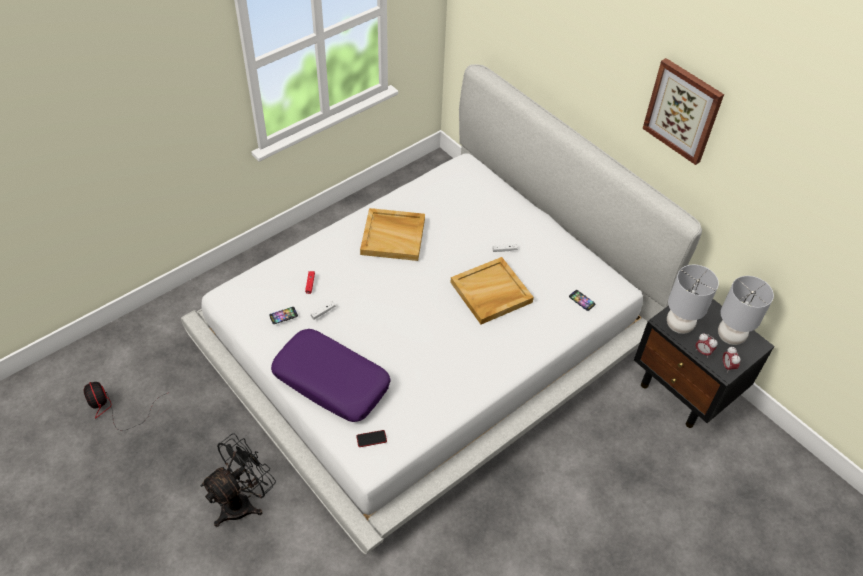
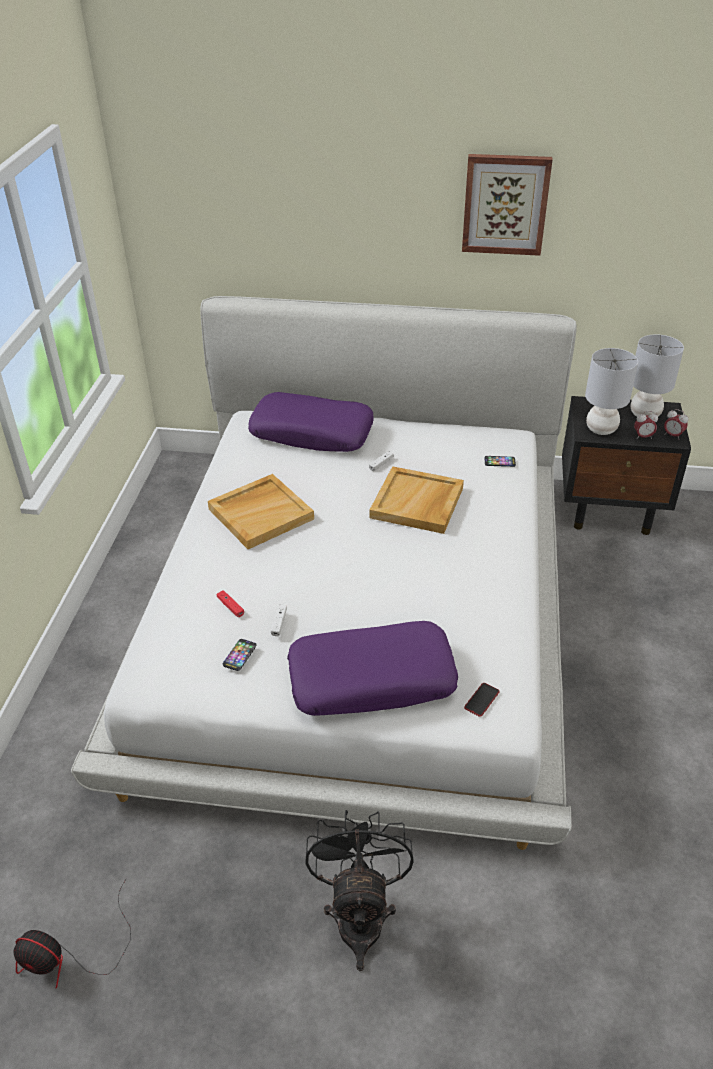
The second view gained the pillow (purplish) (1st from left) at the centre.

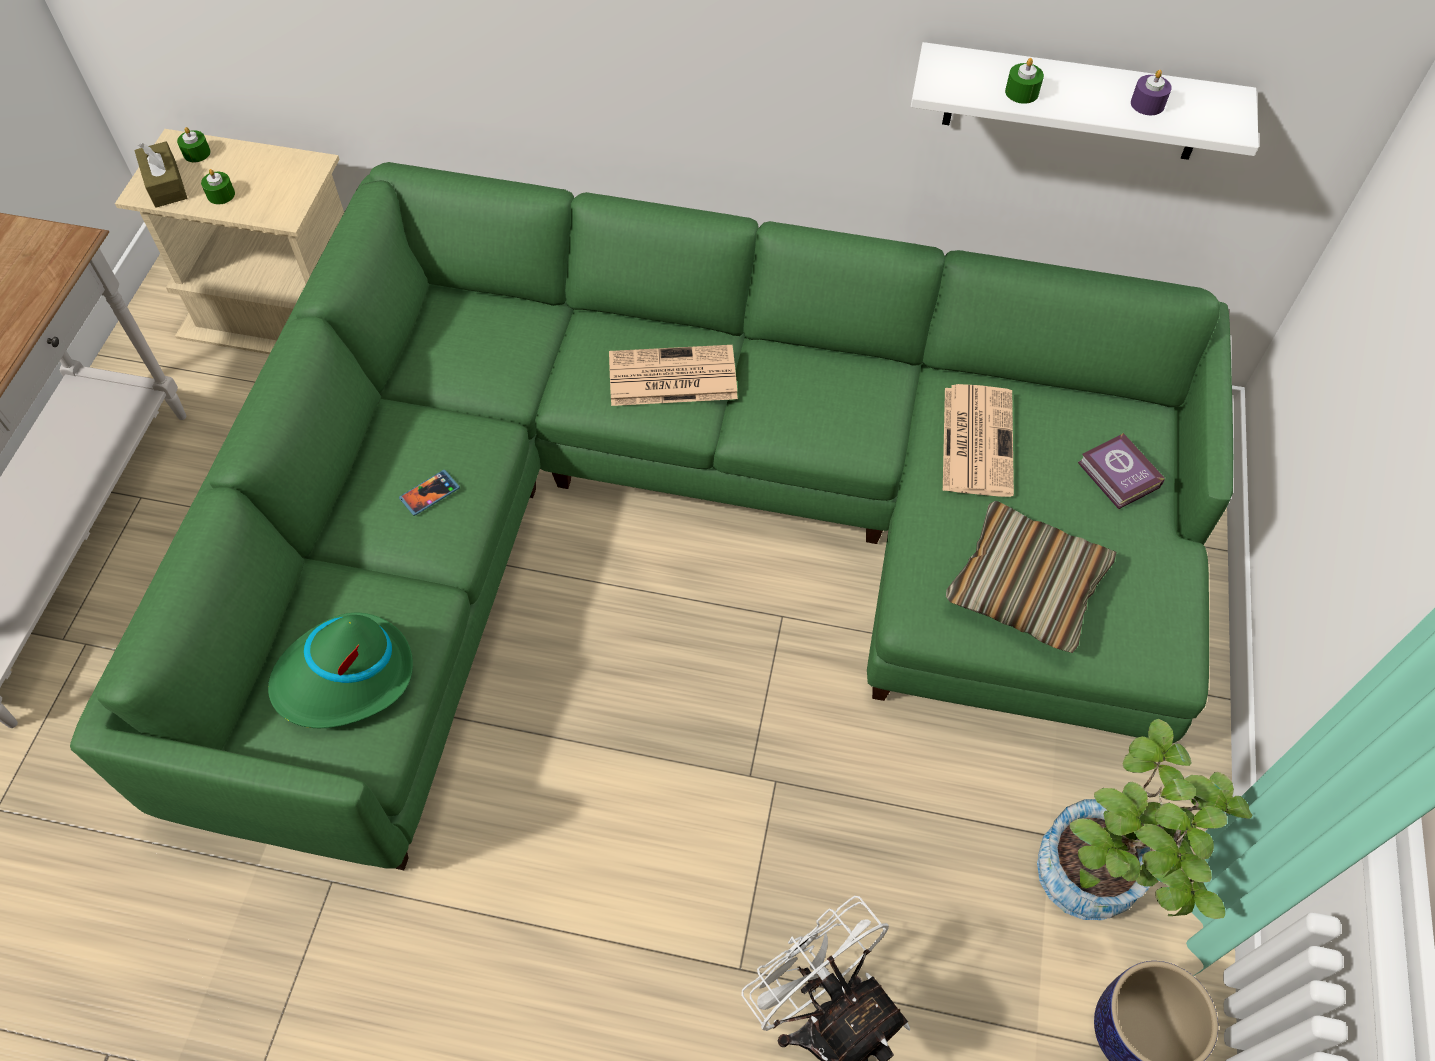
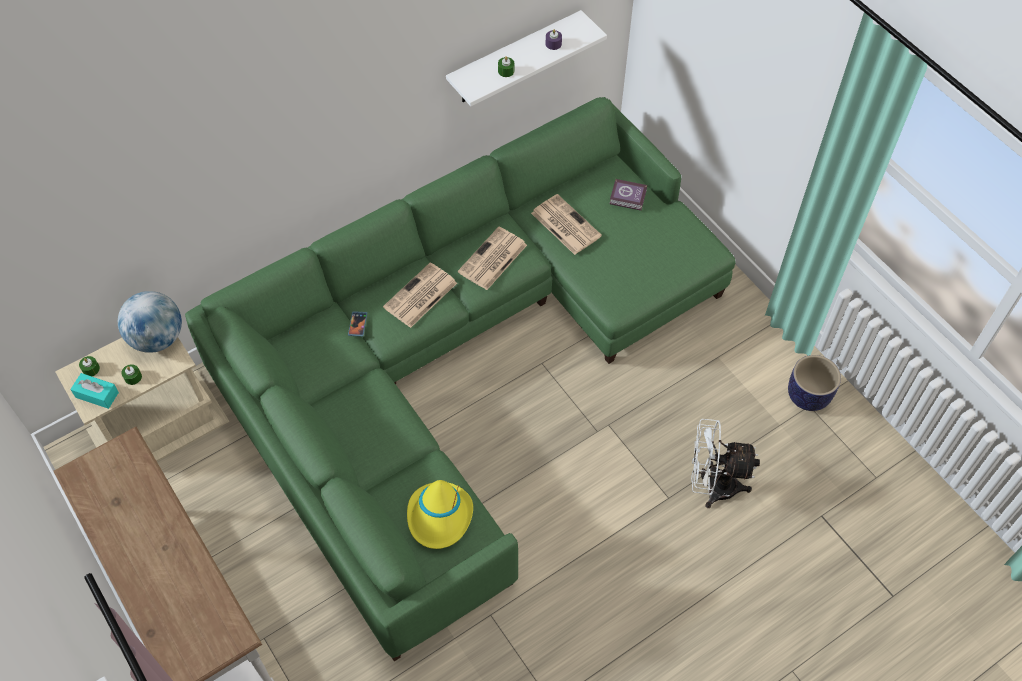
What was the box of tissues (brown) at the top left turned into the box of tissues (turquoise) at the middle left.
What was the clothing hat (green) at the middle left turned into the clothing hat (yellow) at the bottom centre.
The phone ended up elsewhere, having gone from the middle left to the centre.
The second view lost the pillow at the middle right.
The second view lost the houseplant at the bottom right.
The second view gained the world globe at the middle left.
The second view gained the newspaper (2nd from left) at the centre.

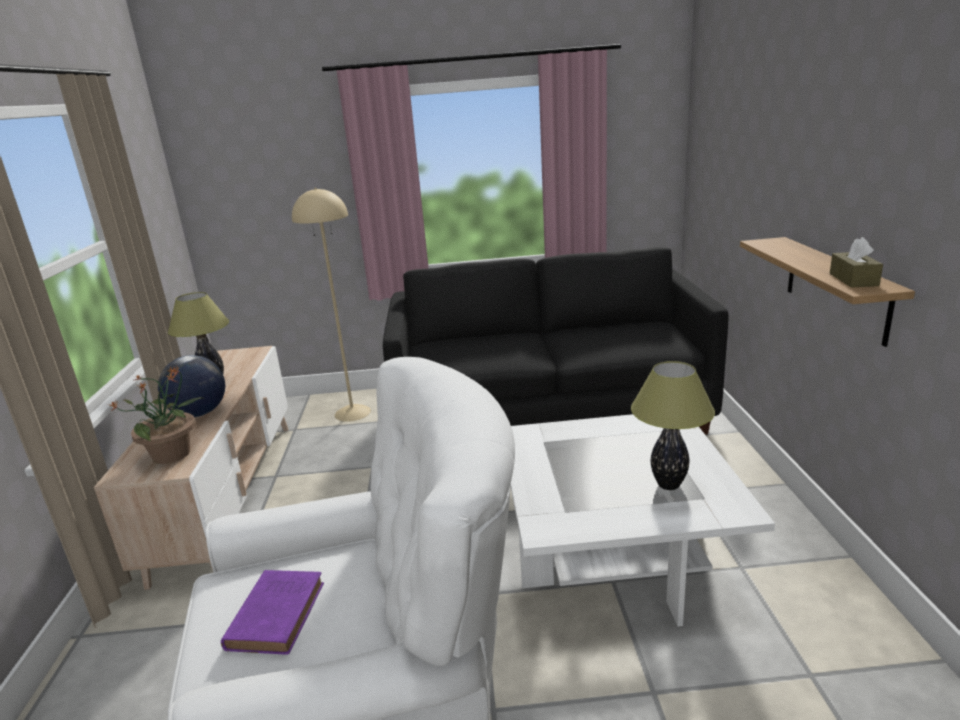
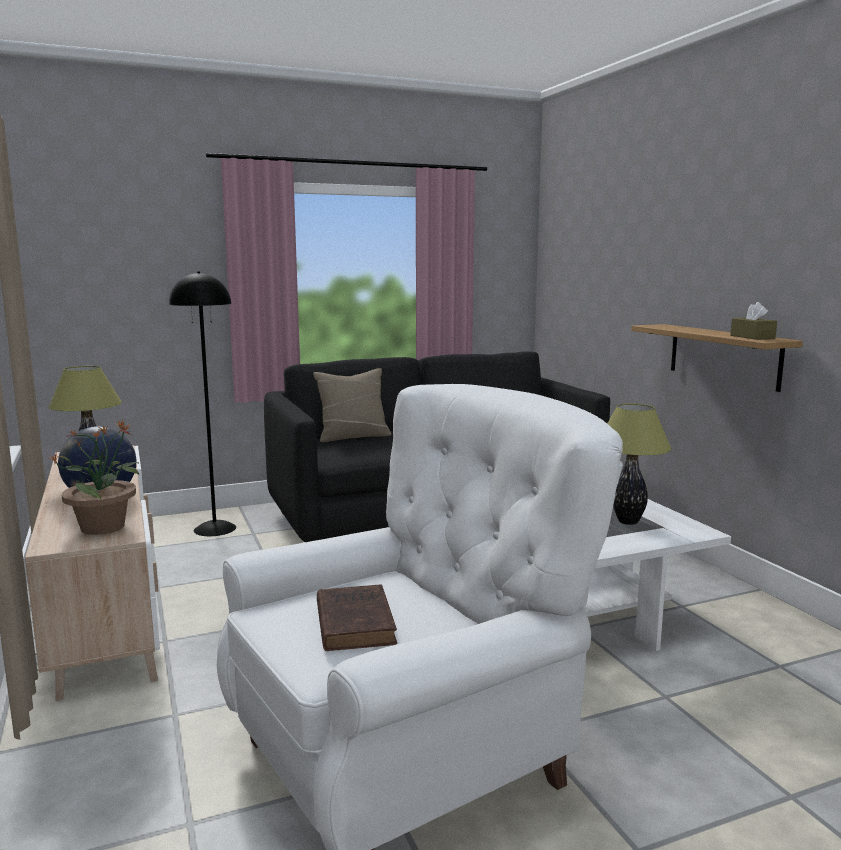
What was the volume (purplish) at the bottom left turned into the volume (brown) at the bottom centre.
What was the standing lamp (beige-coloured) at the centre turned into the standing lamp (blackish) at the middle left.
The second view gained the pillow (beige-coloured) at the centre.

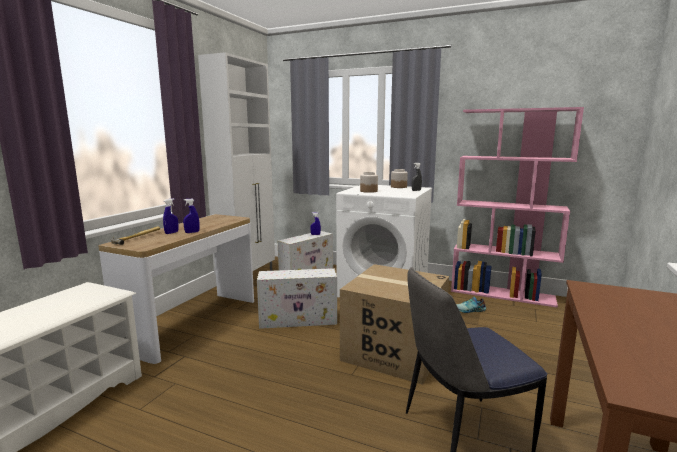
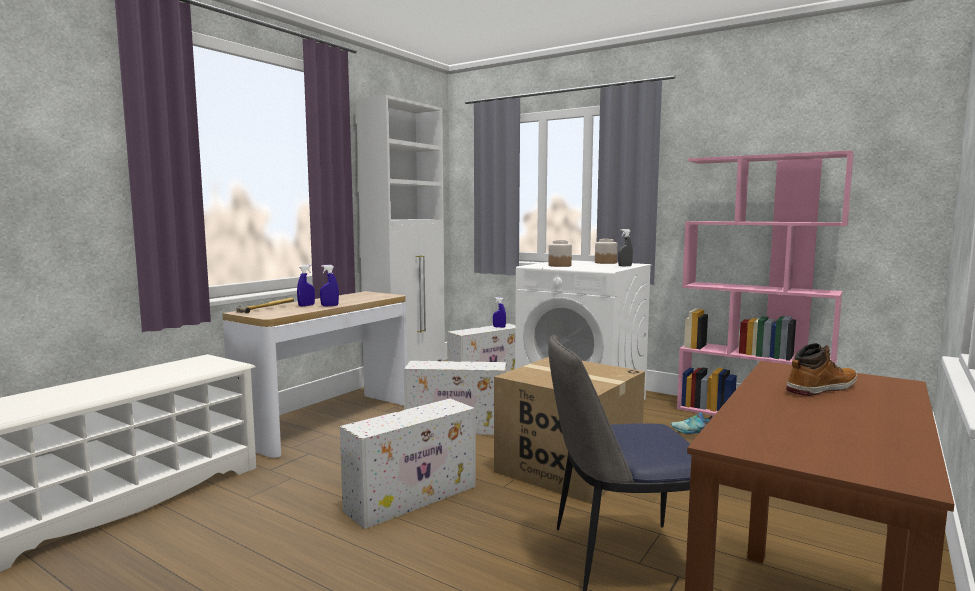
The second view gained the storage container (white-coloured) (1st from left) at the bottom centre.
The second view gained the high-top boot at the middle right.

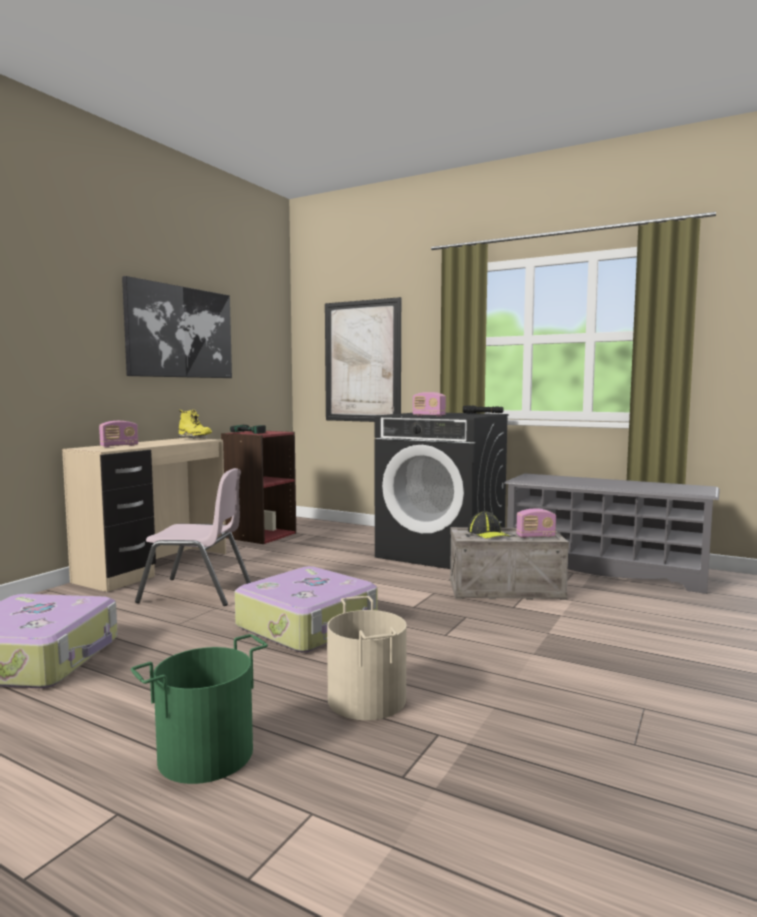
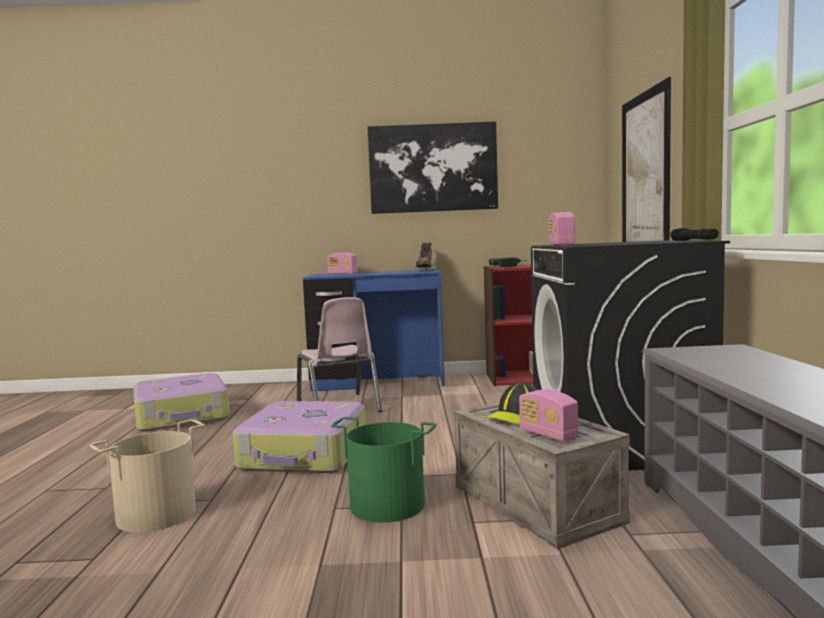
What was the desk table (beige-coloured) at the middle left turned into the desk table (blue) at the centre.
The water bucket (green) ended up elsewhere, having gone from the bottom left to the bottom centre.
What was the high-top boot (yellow) at the middle left turned into the high-top boot (brown) at the centre.

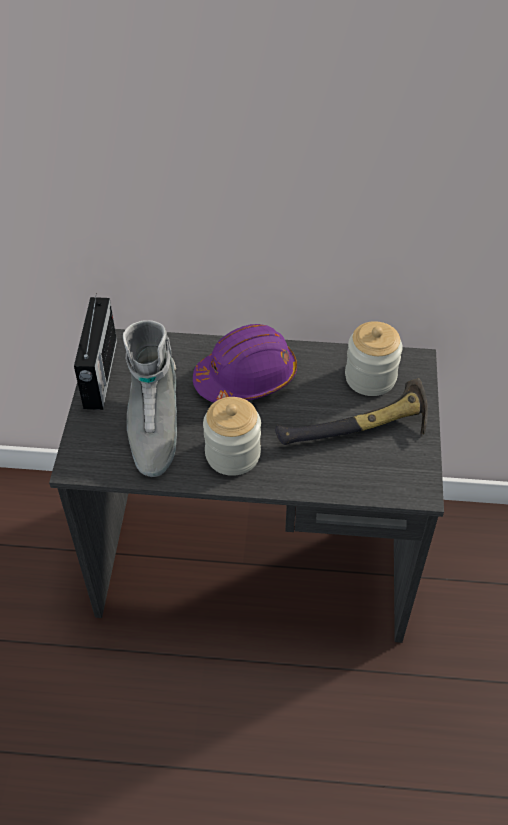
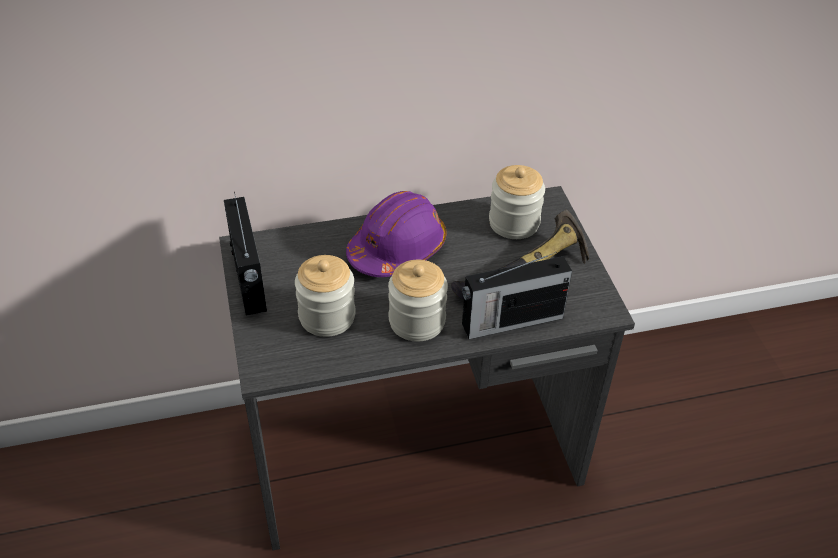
Where the high-top boot (grey) stood at the middle left, the jar (1st from left) came to stand at the centre.
The second view gained the radio (2nd from left) at the centre.

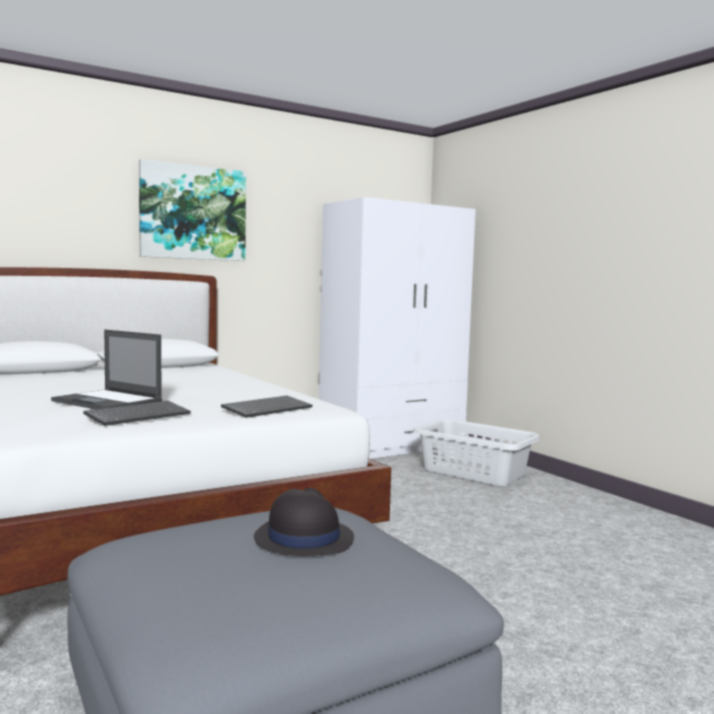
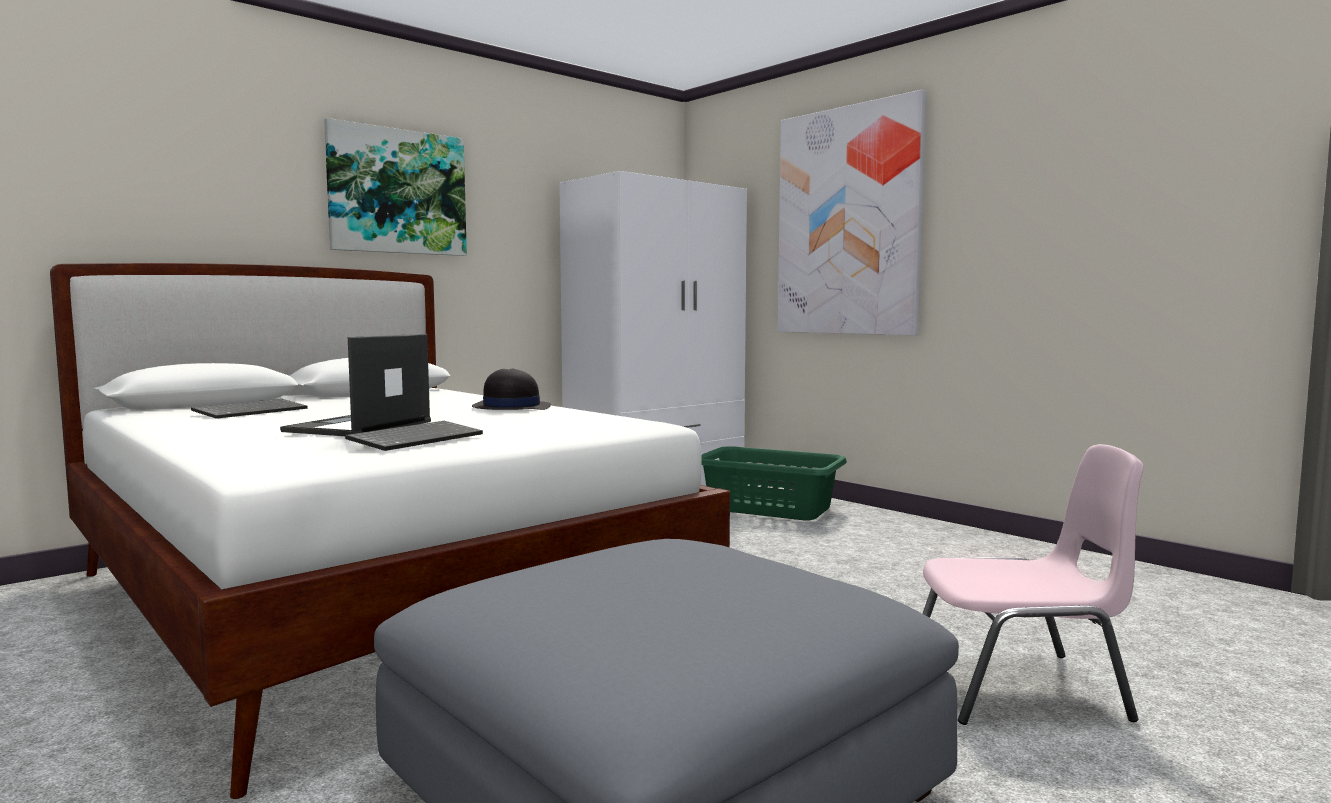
The laptop at the middle left ended up facing another way, 90 degrees clockwise from before.
The computer keyboard (2nd from left in the first image) ended up elsewhere, having gone from the centre to the middle left.
The clothing hat (blackish) ended up elsewhere, having gone from the bottom centre to the centre.
What was the hamper (grey) at the middle right turned into the hamper (green) at the centre.
The second view gained the picture (2nd from left) at the top centre.
The second view gained the plain chair (pink) at the bottom right.

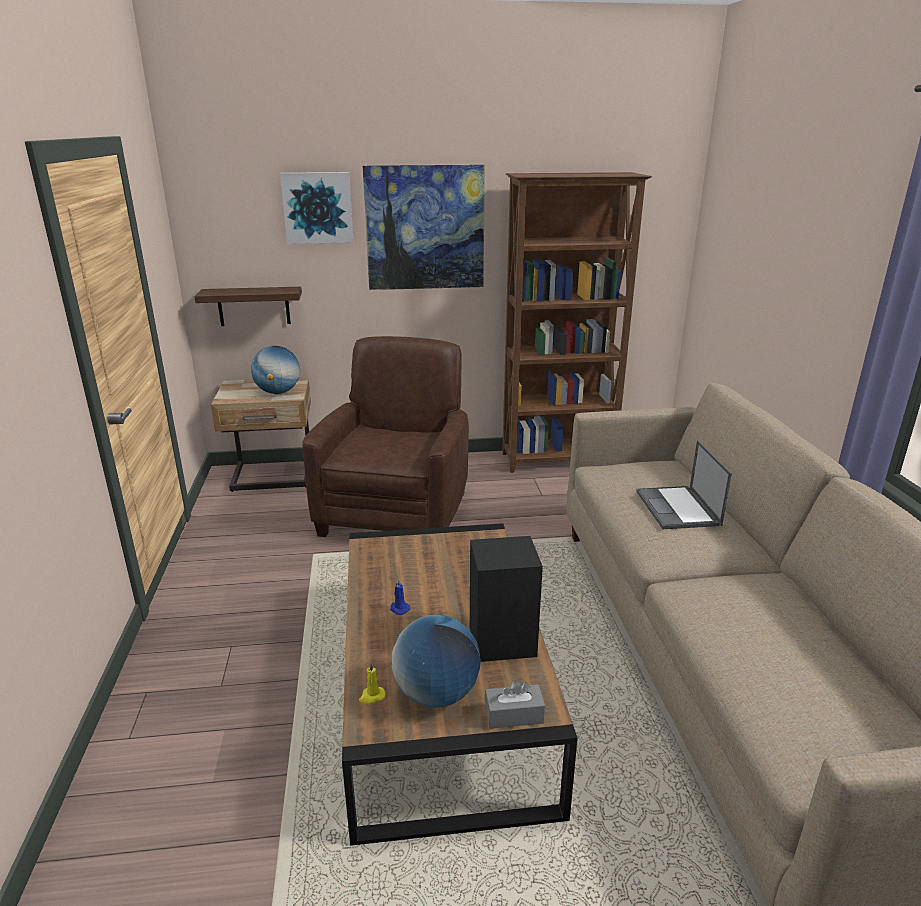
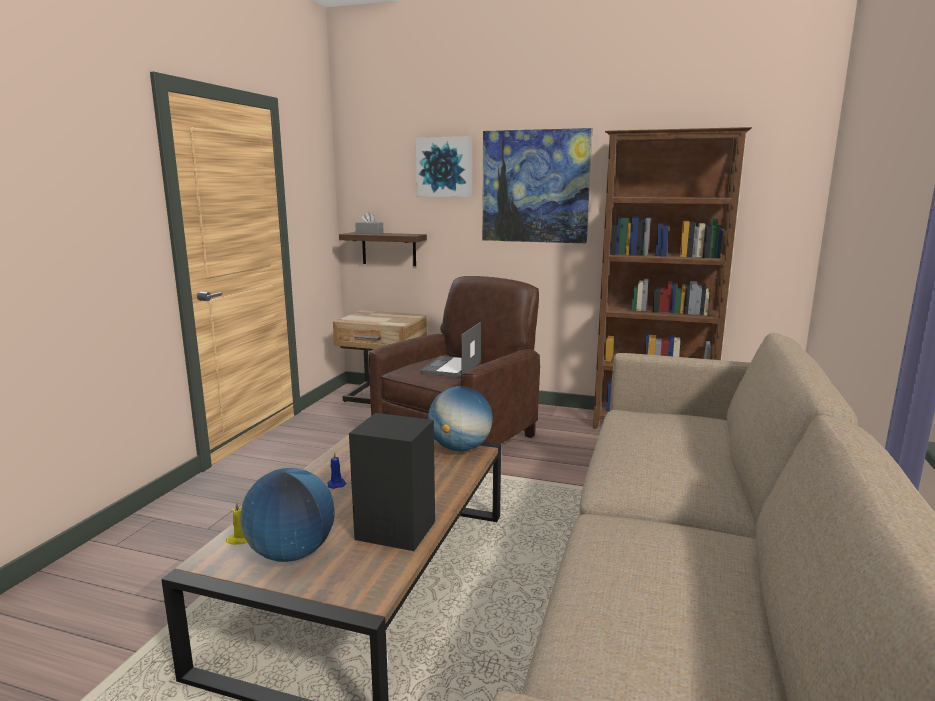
The world globe (1st from left in the first image) ended up elsewhere, having gone from the middle left to the centre.
The box of tissues (grey) ended up elsewhere, having gone from the bottom centre to the top centre.
The laptop ended up elsewhere, having gone from the middle right to the centre.

